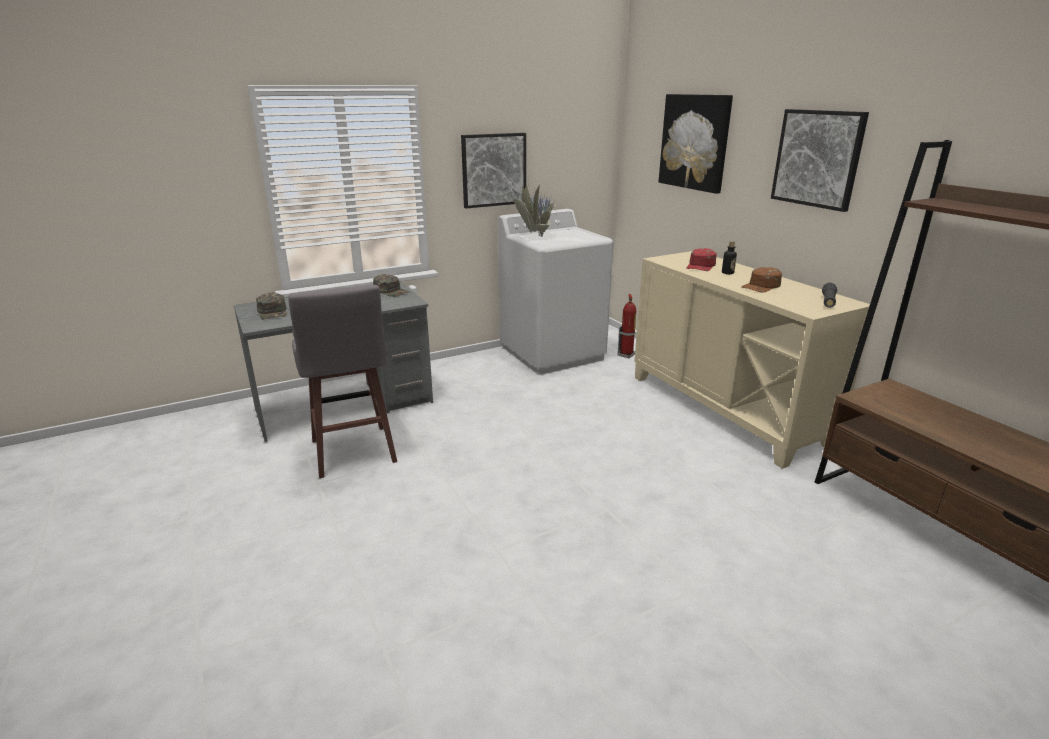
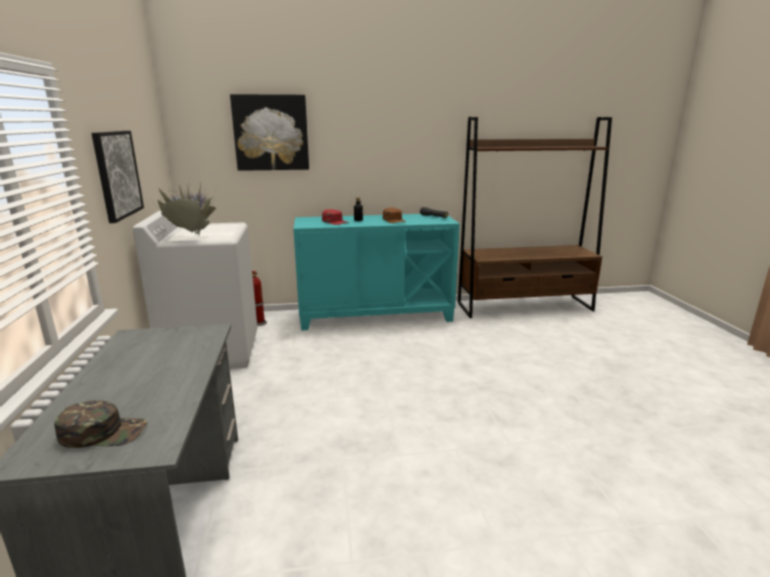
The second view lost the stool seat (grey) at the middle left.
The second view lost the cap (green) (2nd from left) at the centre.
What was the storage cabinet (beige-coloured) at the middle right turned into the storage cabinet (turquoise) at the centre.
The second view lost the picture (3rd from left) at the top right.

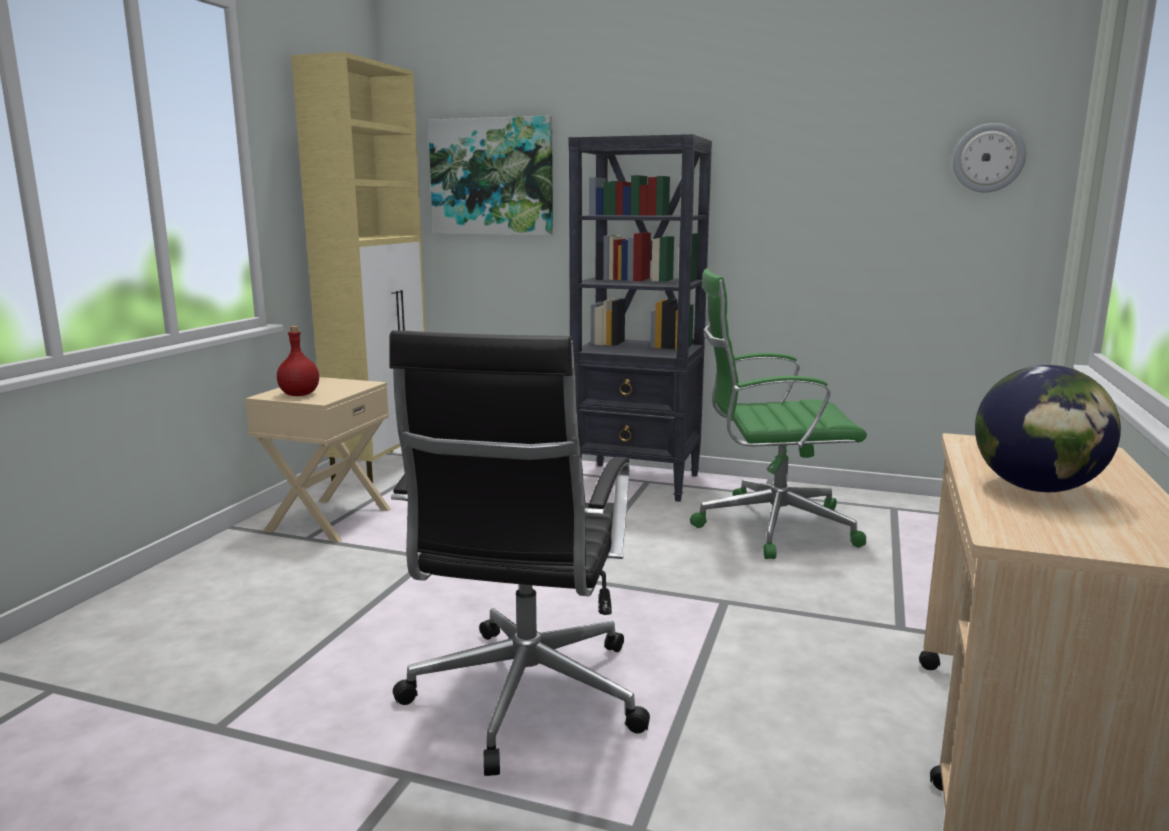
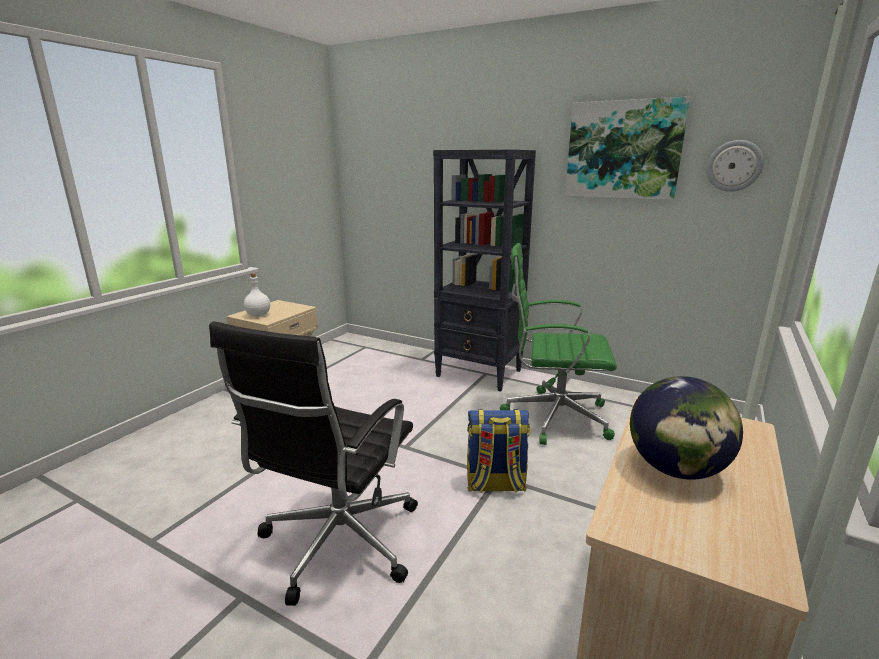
What was the drink bottle (reddish) at the middle left turned into the drink bottle (white-coloured) at the middle left.
The second view lost the storage cabinet (beige-coloured) at the top left.
The picture ended up elsewhere, having gone from the top centre to the top right.
The second view gained the knapsack at the bottom centre.

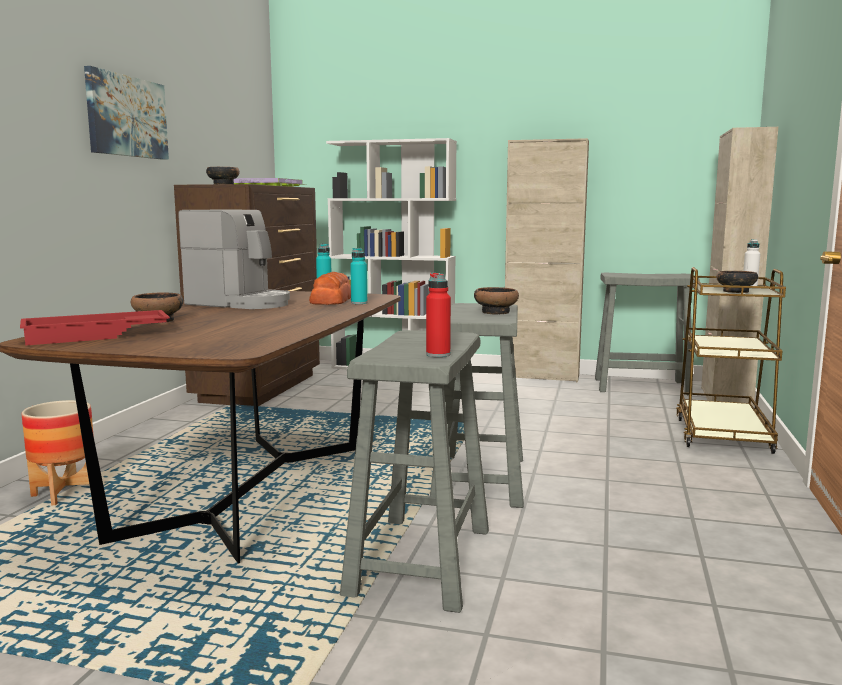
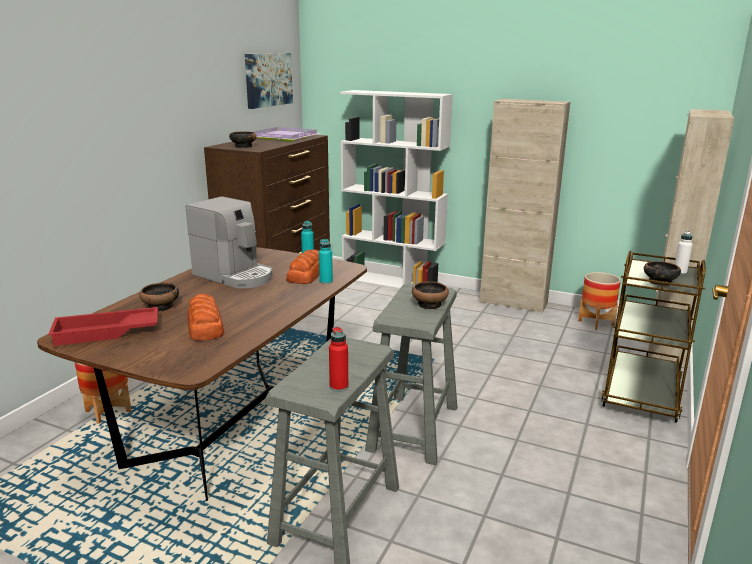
The picture ended up elsewhere, having gone from the top left to the top centre.
Where the stool seat (grey) (3rd from left) stood at the middle right, the planter (2nd from left) came to stand at the middle right.
The second view gained the bread (1st from left) at the middle left.

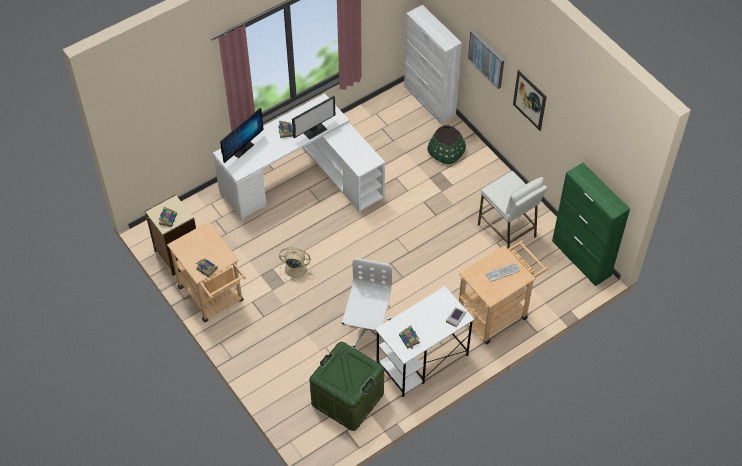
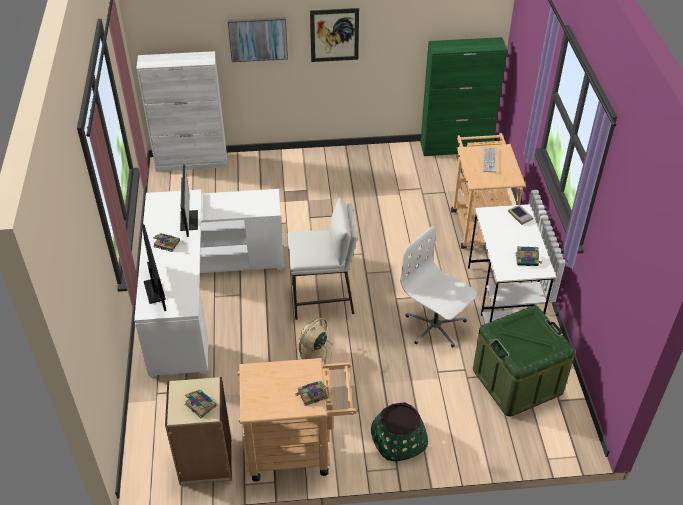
The planter (green) ended up elsewhere, having gone from the top centre to the bottom centre.
The stool seat (white-coloured) ended up elsewhere, having gone from the middle right to the centre.

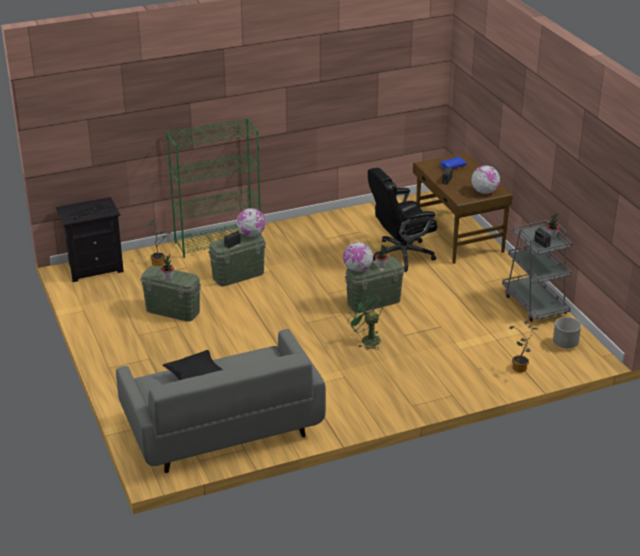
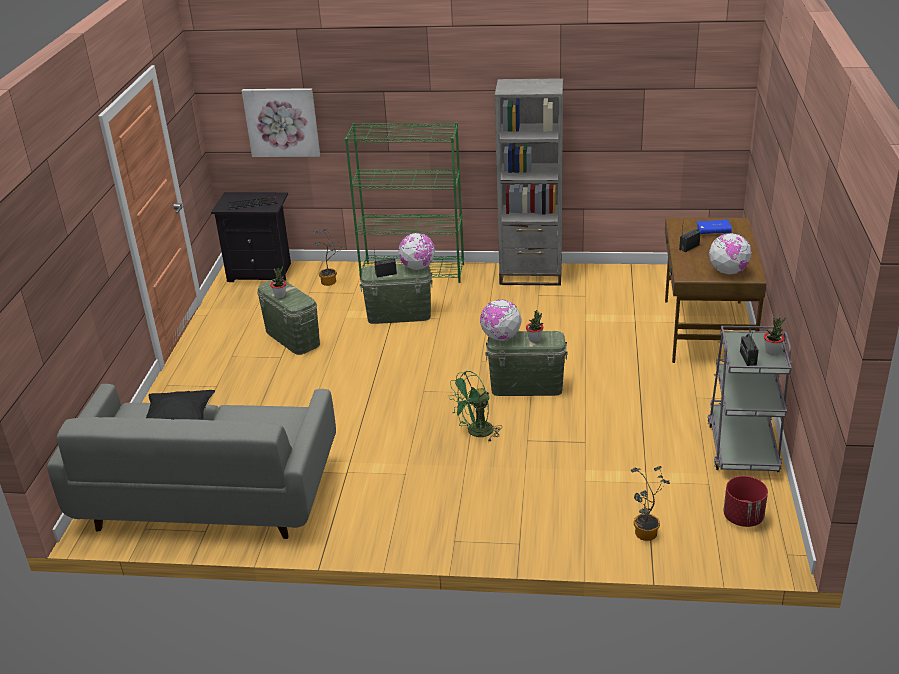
The fan (green) at the centre ended up facing another way, 105 degrees counterclockwise from before.
The second view lost the desk chair (blackish) at the centre.
What was the planter (grey) at the middle right turned into the planter (reddish) at the bottom right.
The second view gained the picture at the top left.
The second view gained the bookshelf (grey) at the top centre.

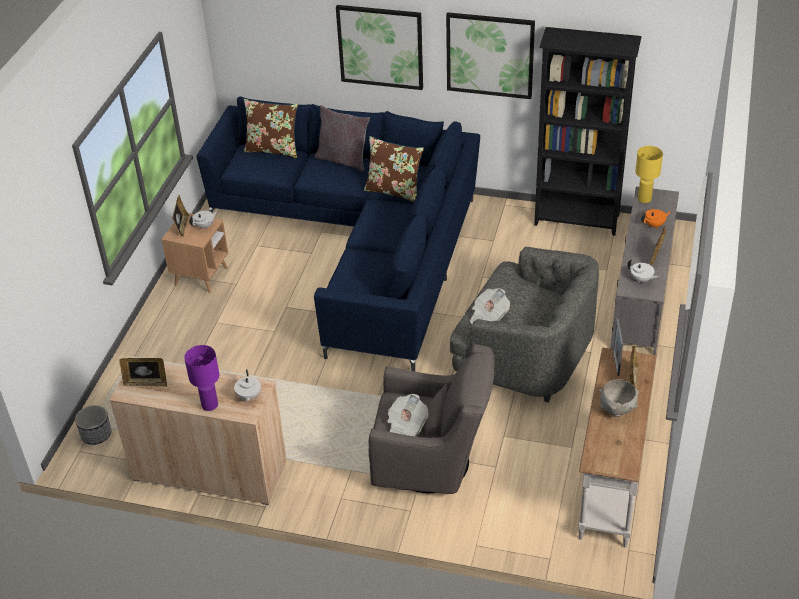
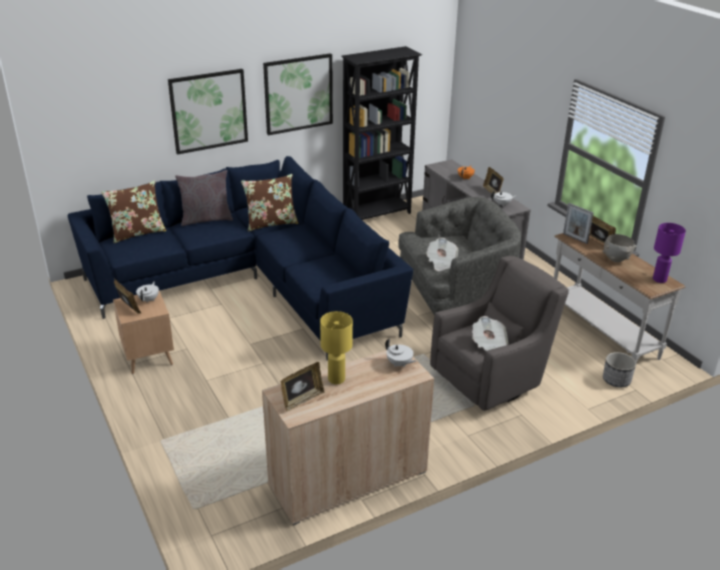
The planter ended up elsewhere, having gone from the bottom left to the middle right.
The tabletop lamp (purplish) ended up elsewhere, having gone from the middle left to the middle right.
The tabletop lamp (yellow) ended up elsewhere, having gone from the top right to the centre.

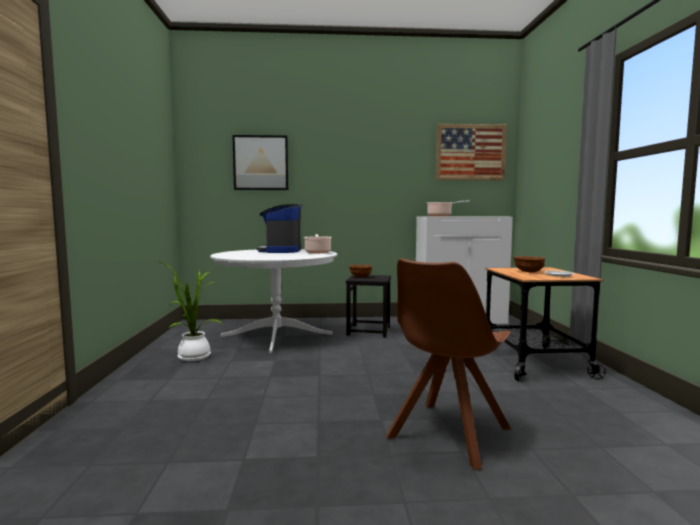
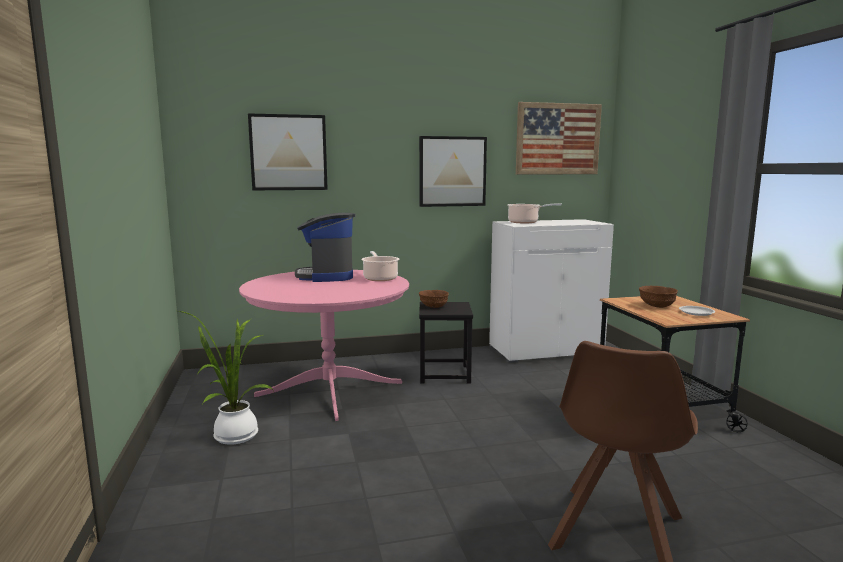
What was the dinner table (white-coloured) at the centre turned into the dinner table (pink) at the centre.
The second view gained the picture (2nd from left) at the top centre.

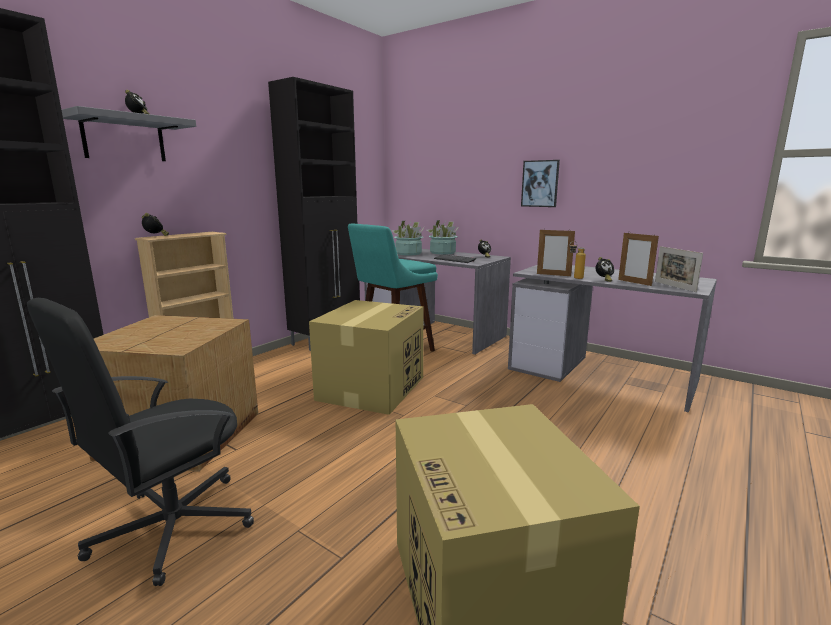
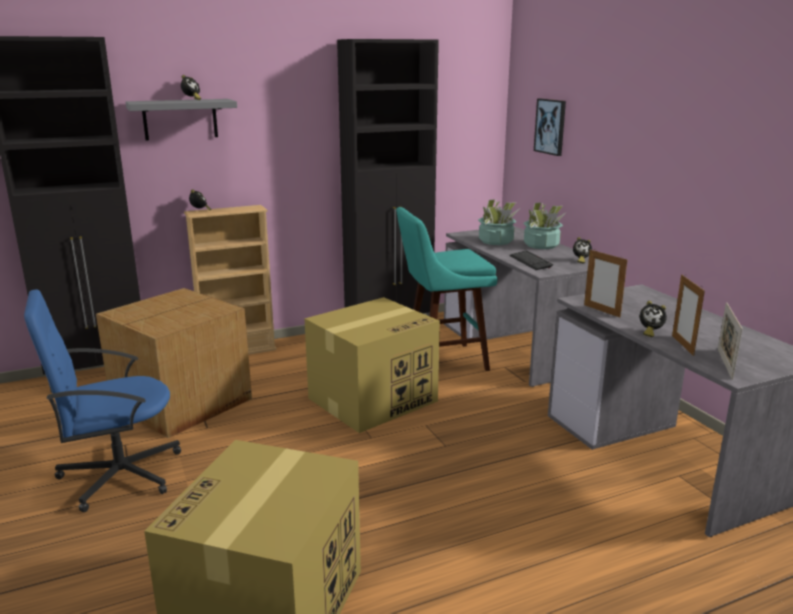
What was the desk chair (blackish) at the bottom left turned into the desk chair (blue) at the middle left.
The picture ended up elsewhere, having gone from the top centre to the top right.
The second view lost the drink bottle at the middle right.

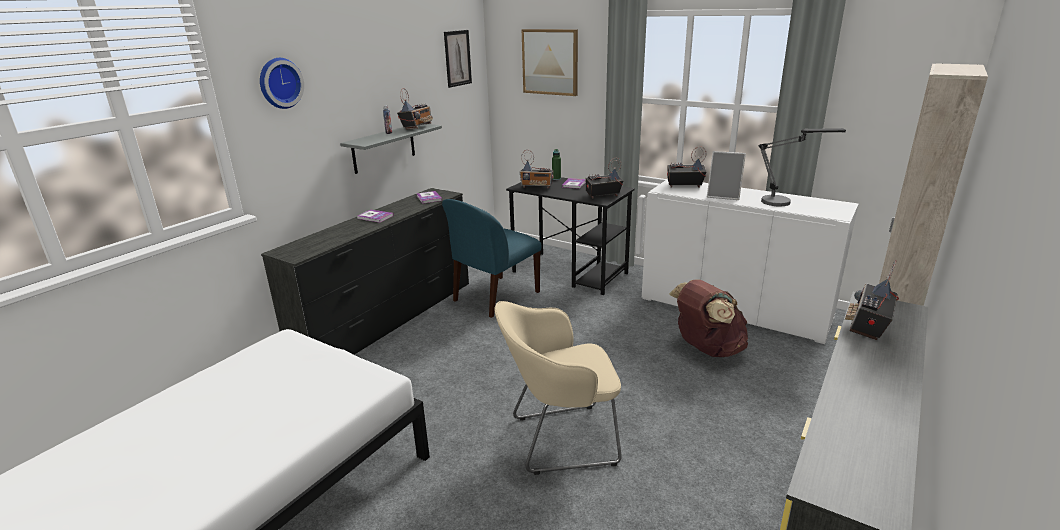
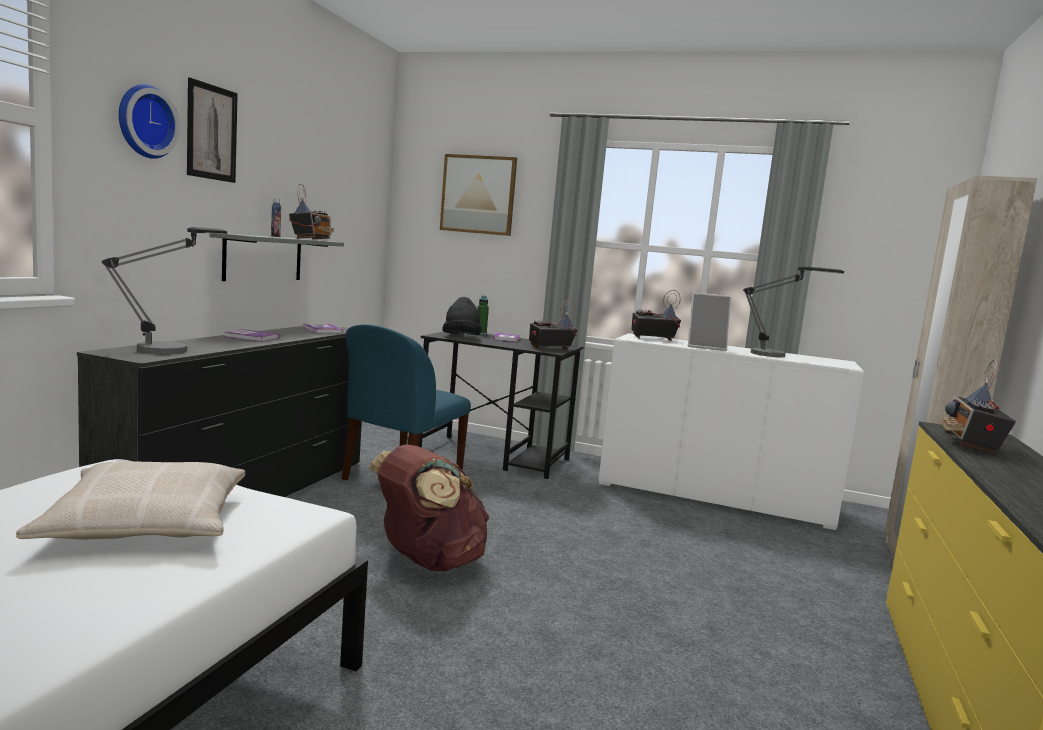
The picture (1st from left) ended up elsewhere, having gone from the top centre to the top left.
The second view lost the lounge chair (beige-coloured) at the bottom centre.
Where the radio (2nd from left) stood at the top centre, the clothing hat (blackish) came to stand at the centre.
The knapsack (brown) ended up elsewhere, having gone from the middle right to the bottom centre.
The second view gained the pillow (beige-coloured) at the bottom left.
The second view gained the tabletop lamp (1st from left) at the middle left.

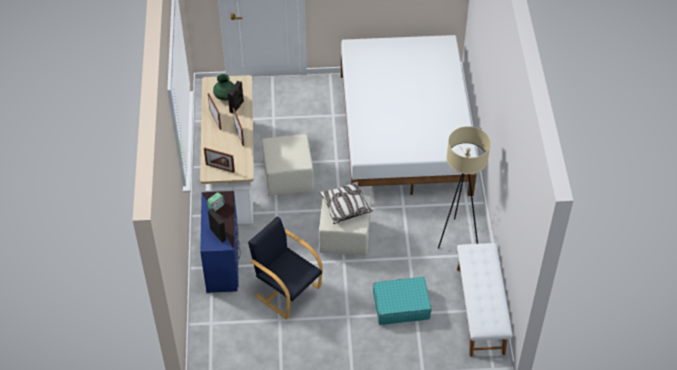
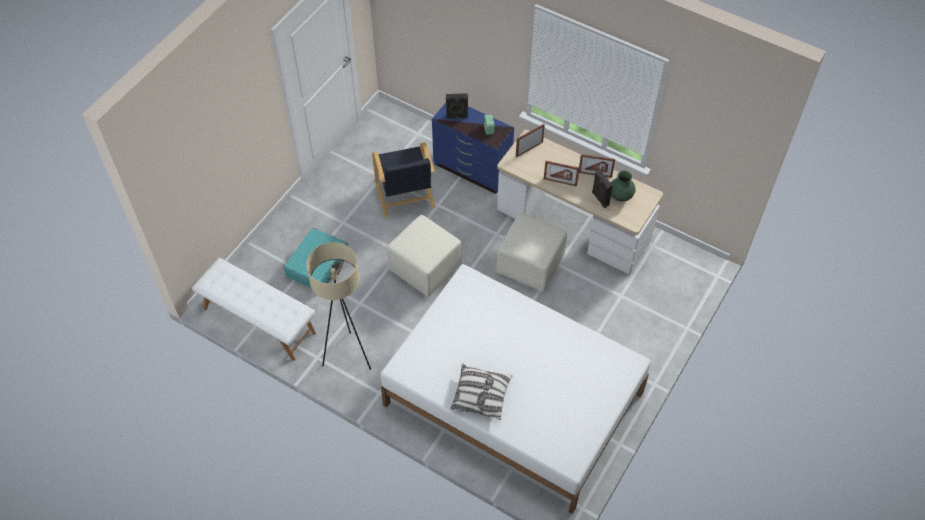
The lounge chair (blackish) at the bottom centre ended up facing another way, 90 degrees clockwise from before.
The pillow ended up elsewhere, having gone from the centre to the bottom centre.

